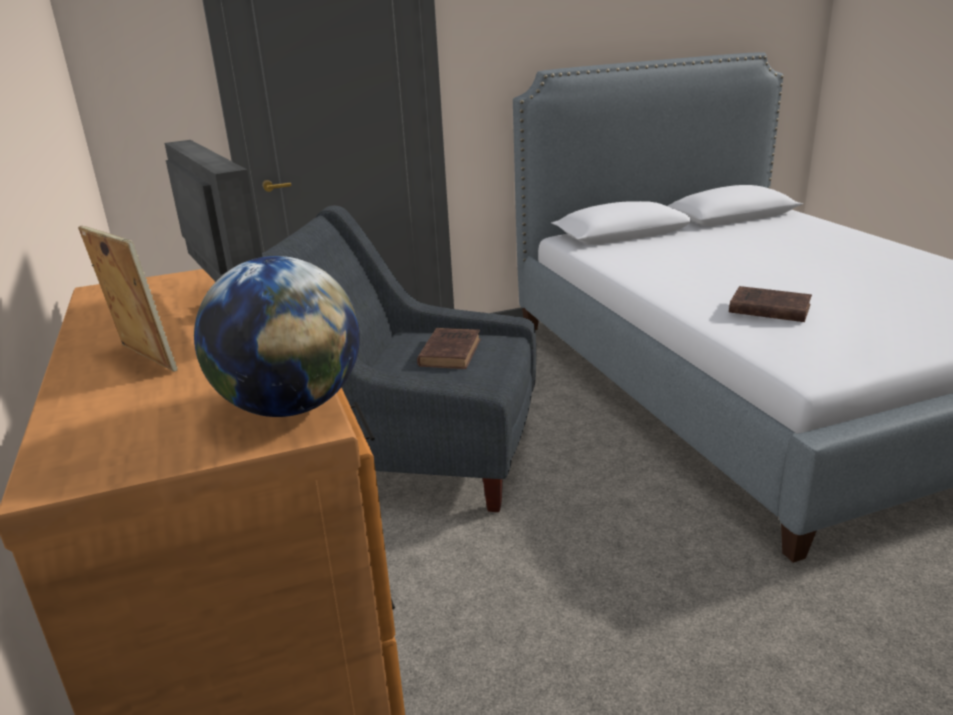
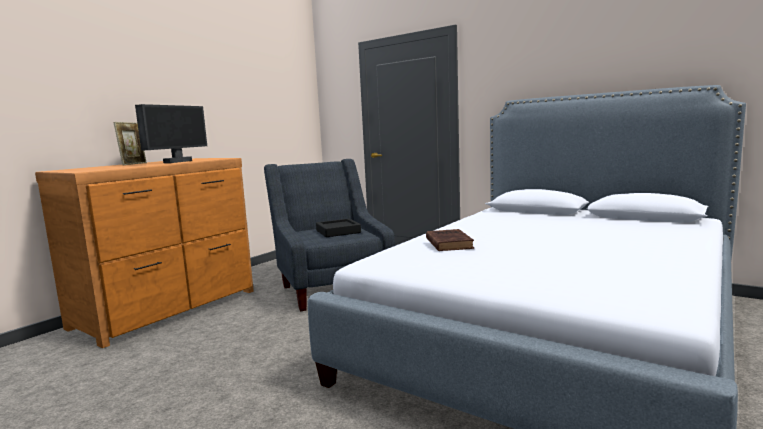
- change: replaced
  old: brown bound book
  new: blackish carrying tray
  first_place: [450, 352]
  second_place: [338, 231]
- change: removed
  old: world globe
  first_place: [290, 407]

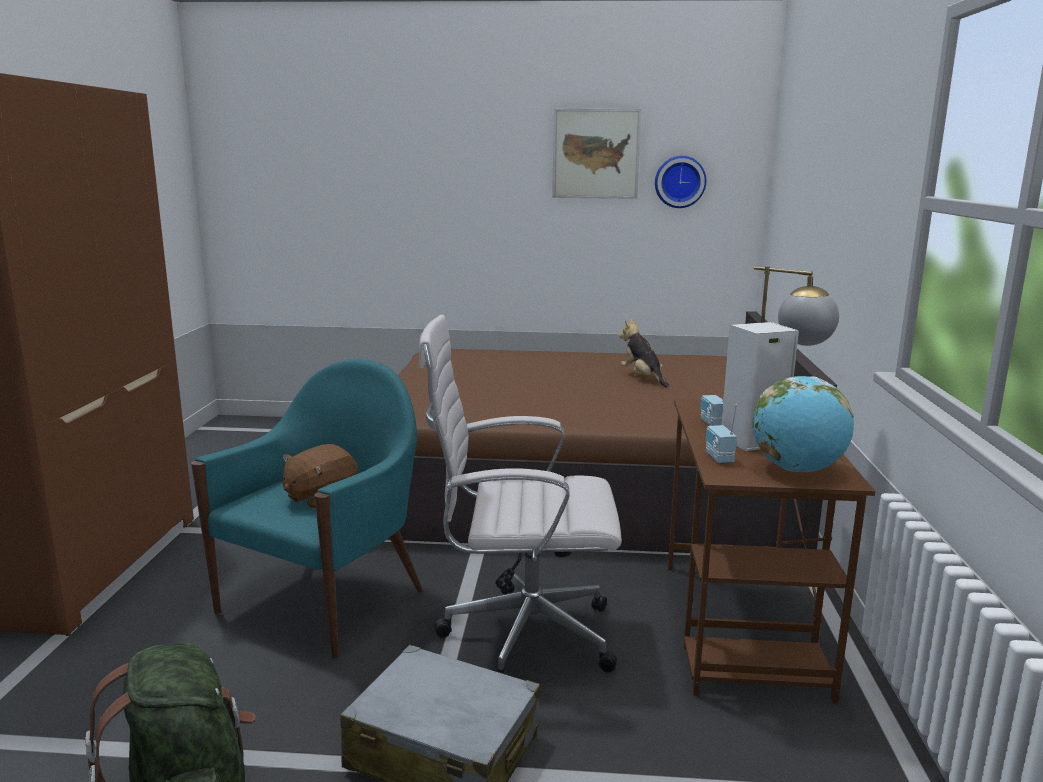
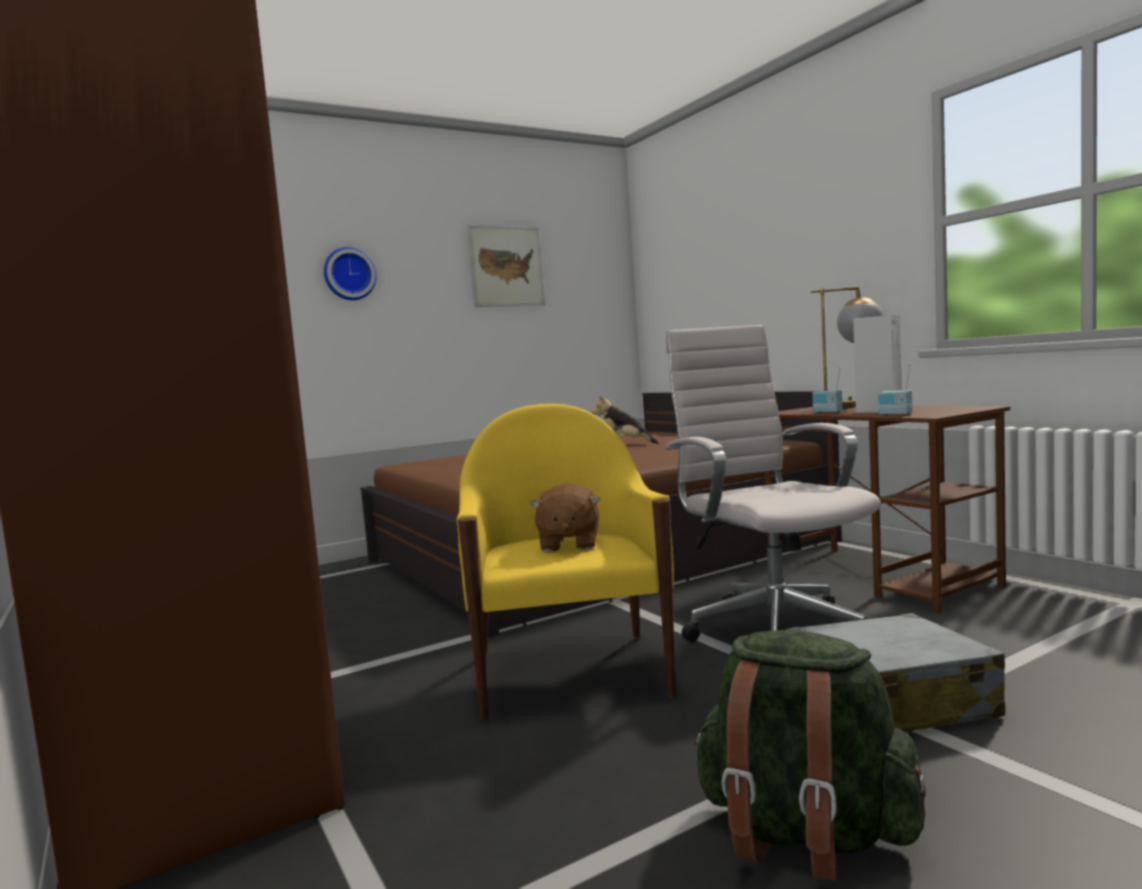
- change: moved
  old: hanging clock
  first_place: [679, 182]
  second_place: [349, 274]
- change: recoloured
  old: blue-green lounge chair
  new: yellow lounge chair
  first_place: [325, 600]
  second_place: [569, 672]
- change: turned
  old: white office chair
  first_place: [520, 636]
  second_place: [772, 630]
  degrees: 105
- change: removed
  old: world globe
  first_place: [797, 470]

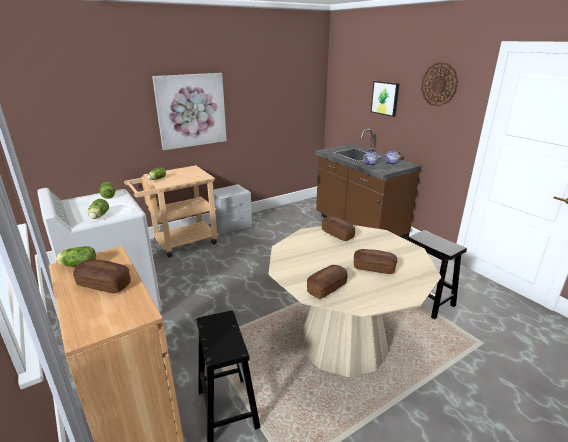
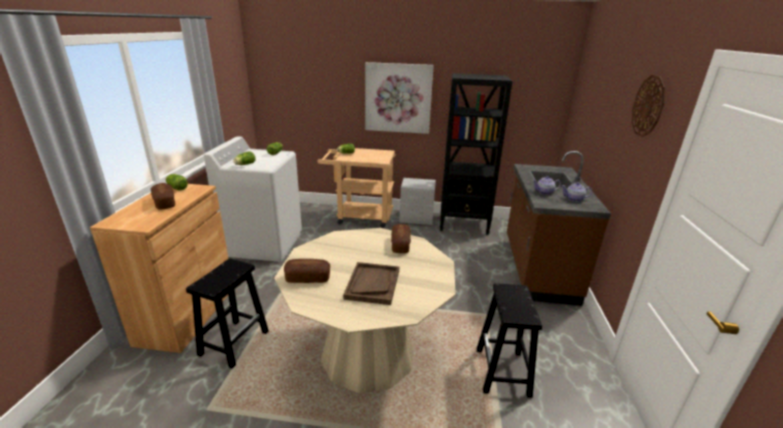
- change: replaced
  old: baked bread
  new: brown carrying tray
  first_place: [374, 268]
  second_place: [372, 284]
- change: added
  new: blackish shelving unit
  second_place: [464, 224]
- change: removed
  old: wall picture
  first_place: [385, 98]

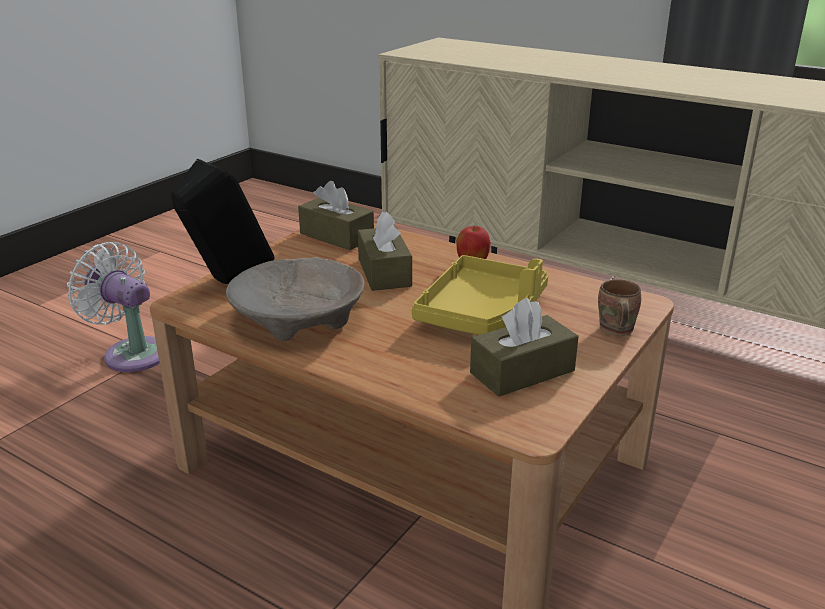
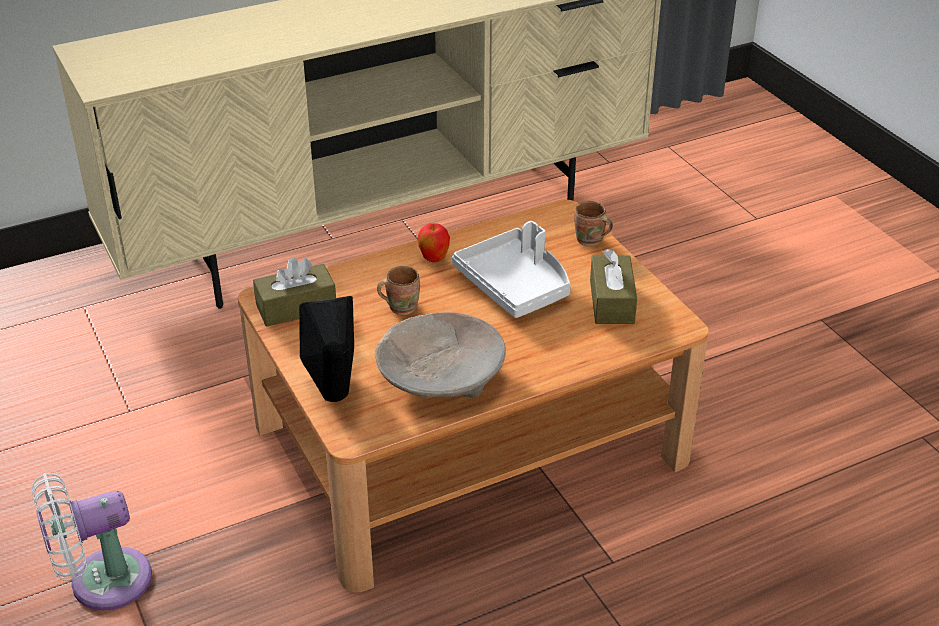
- change: replaced
  old: brown tissue box
  new: brown coffee mug
  first_place: [384, 272]
  second_place: [401, 306]
- change: recoloured
  old: yellow carrying tray
  new: greyish carrying tray
  first_place: [482, 312]
  second_place: [515, 285]

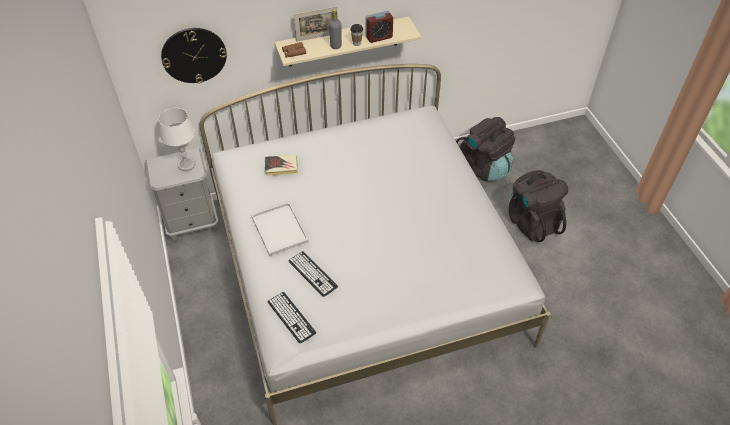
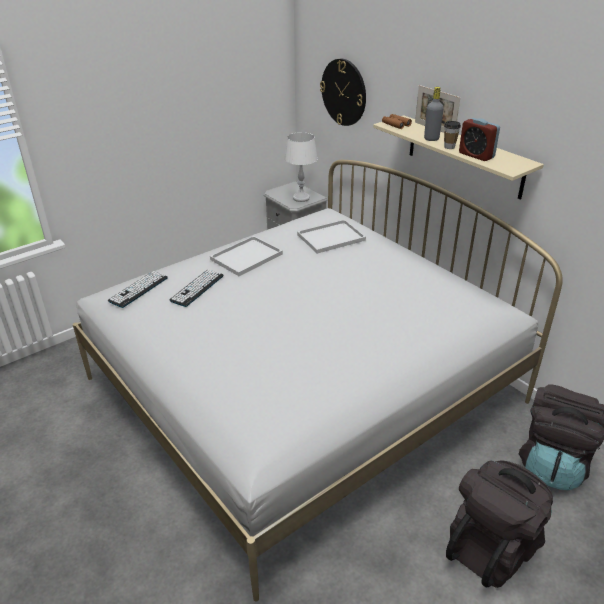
- change: replaced
  old: bound book
  new: white carrying tray
  first_place: [281, 167]
  second_place: [330, 238]

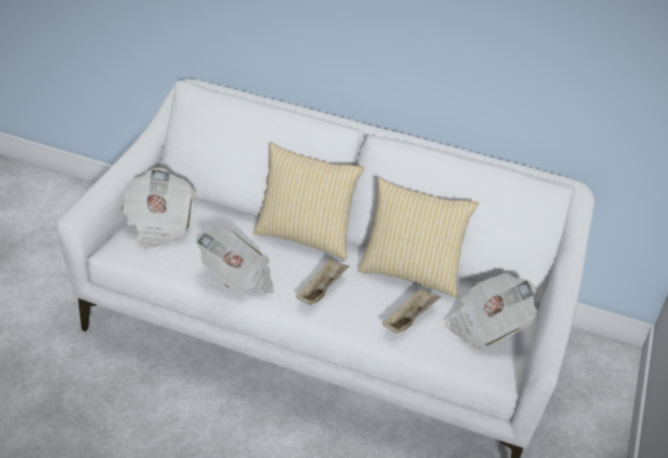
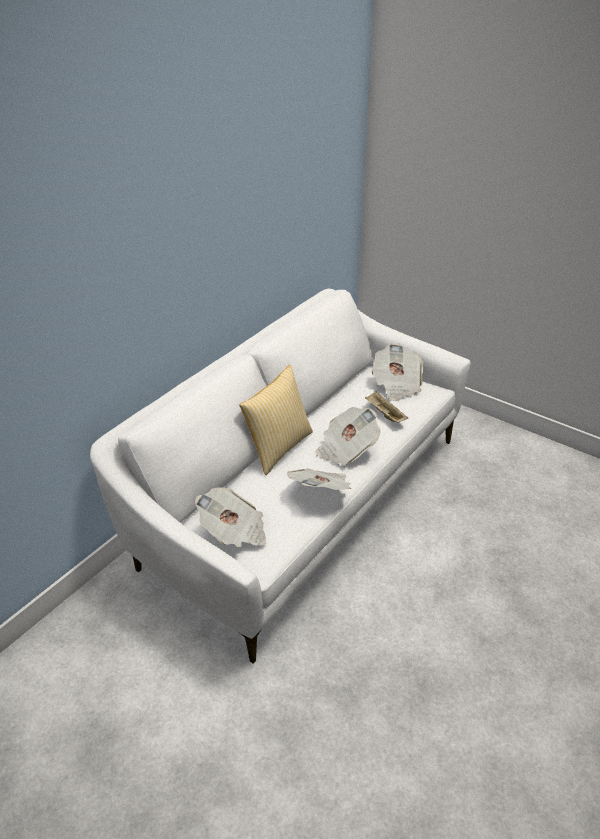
- change: replaced
  old: beige-coloured carrying tray
  new: daily paper
  first_place: [321, 290]
  second_place: [346, 449]
- change: removed
  old: throw pillow
  first_place: [410, 273]

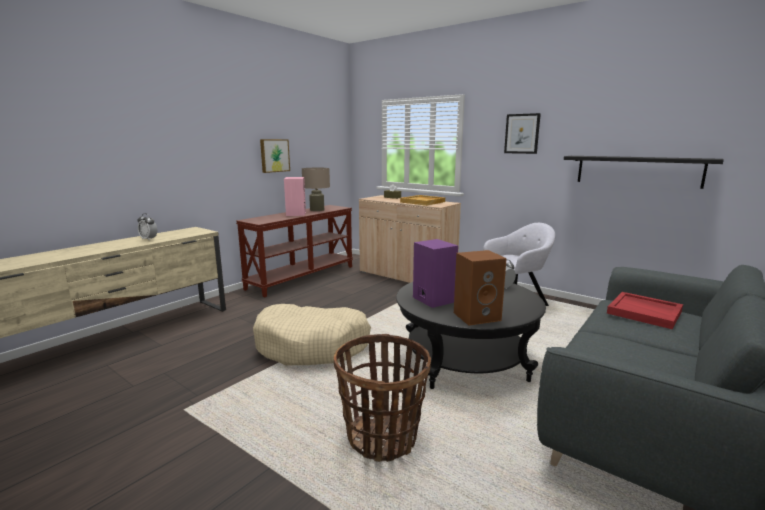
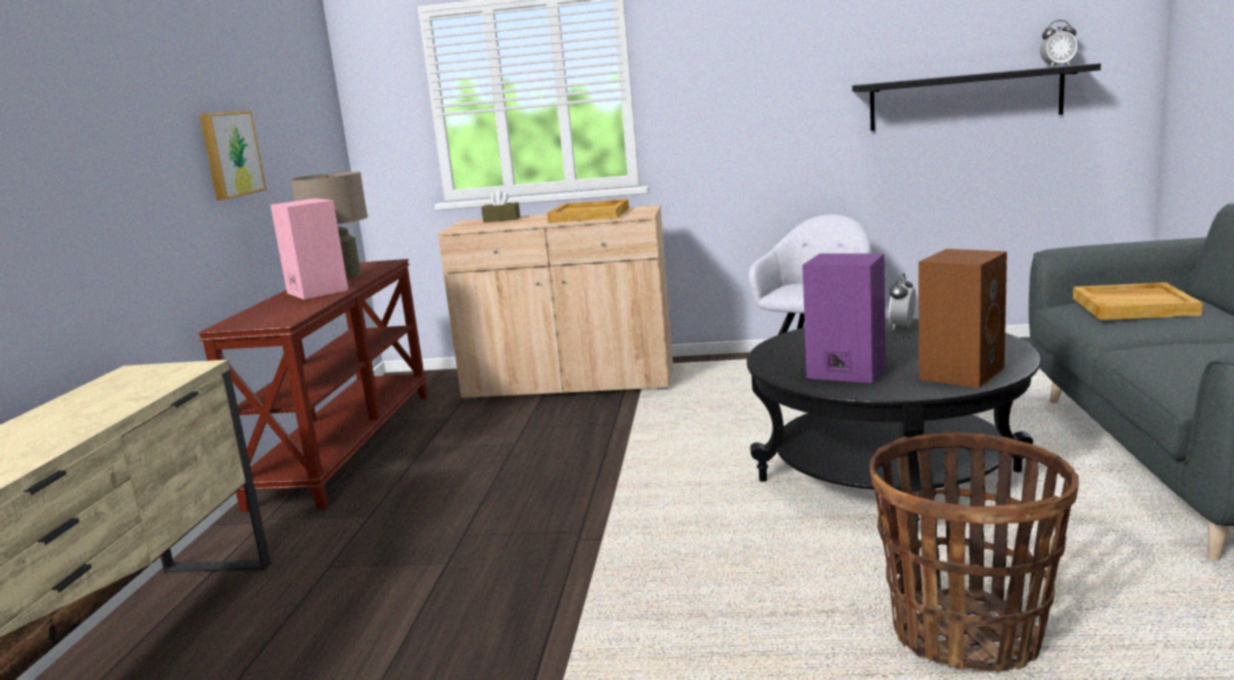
- change: moved
  old: alarm clock
  first_place: [149, 239]
  second_place: [1057, 66]
- change: recoloured
  old: reddish carrying tray
  new: beige-coloured carrying tray
  first_place: [645, 312]
  second_place: [1134, 306]
- change: removed
  old: beige-coloured pet bed
  first_place: [312, 346]
- change: removed
  old: wall picture
  first_place: [522, 133]

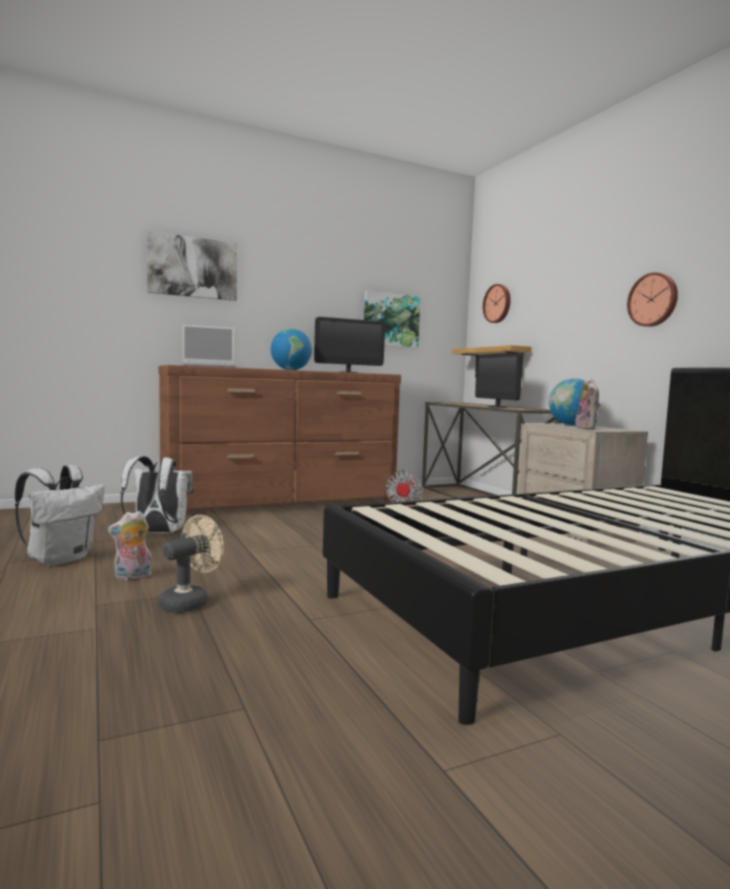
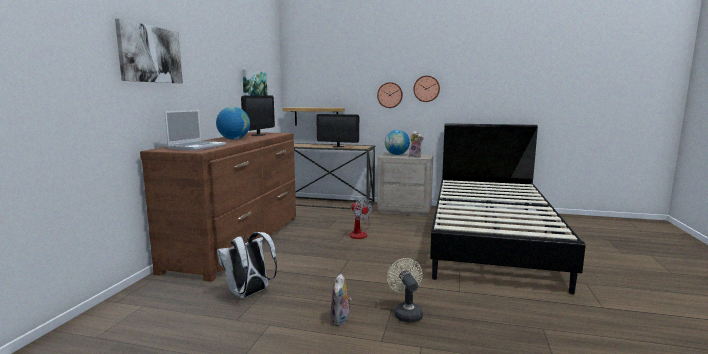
- change: moved
  old: hanging clock
  first_place: [498, 303]
  second_place: [390, 95]
- change: removed
  old: white knapsack
  first_place: [60, 559]

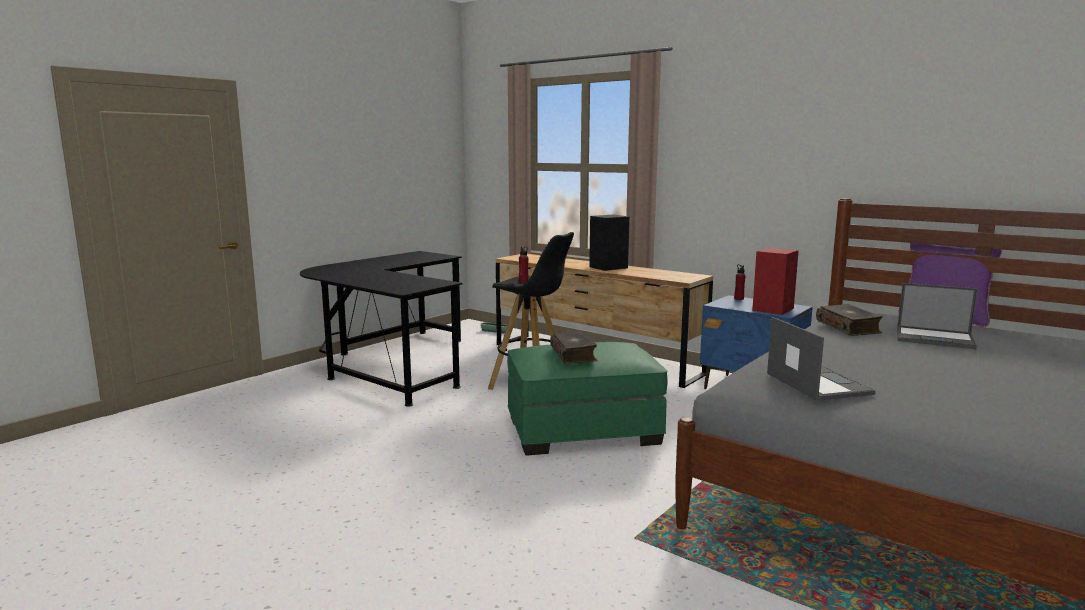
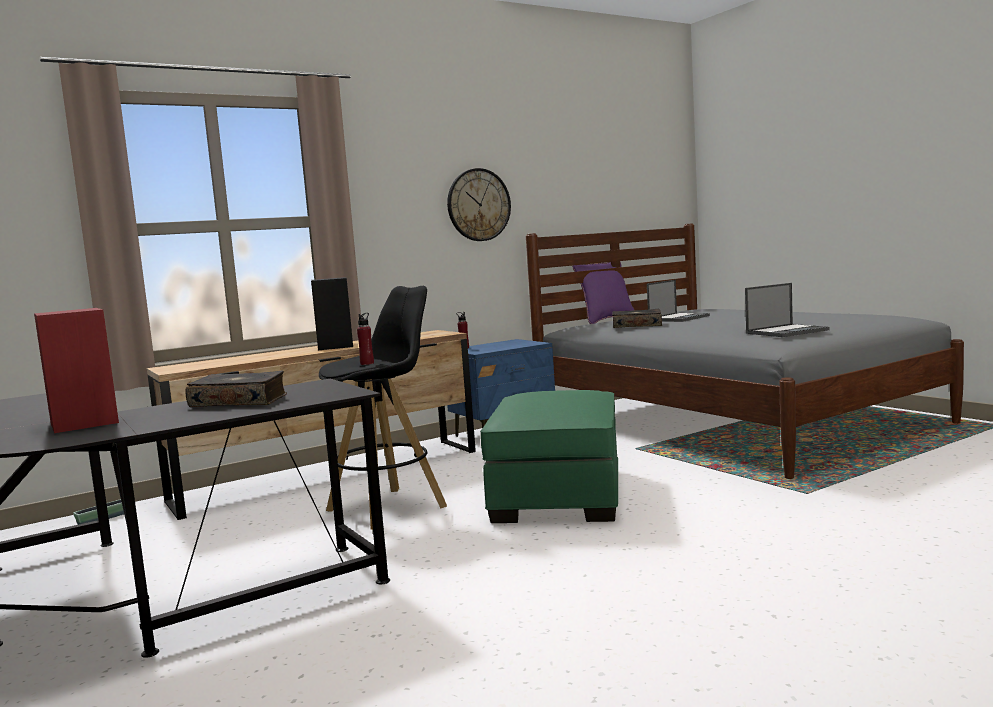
- change: moved
  old: reddish speaker
  first_place: [773, 309]
  second_place: [84, 422]
- change: moved
  old: bound book
  first_place: [574, 355]
  second_place: [239, 401]
- change: added
  new: hanging clock
  second_place: [478, 205]
- change: turned
  old: portable computer
  first_place: [817, 383]
  second_place: [787, 331]
  degrees: 150

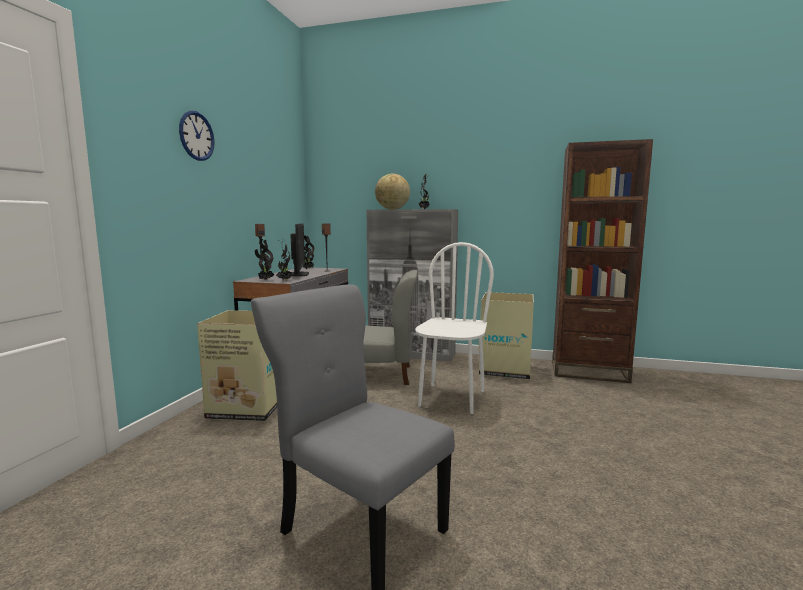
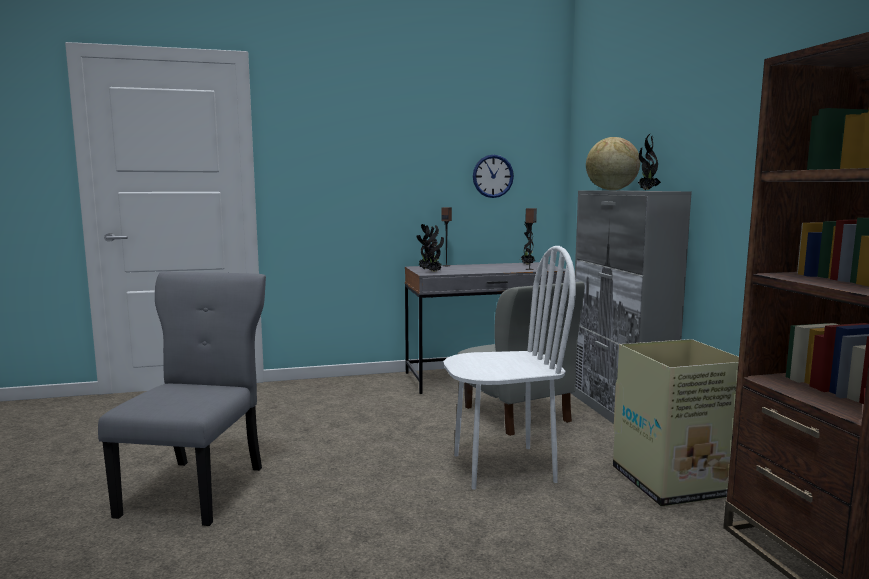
- change: moved
  old: hanging clock
  first_place: [196, 136]
  second_place: [493, 176]
- change: removed
  old: carton
  first_place: [247, 408]
- change: removed
  old: computer screen
  first_place: [299, 274]

